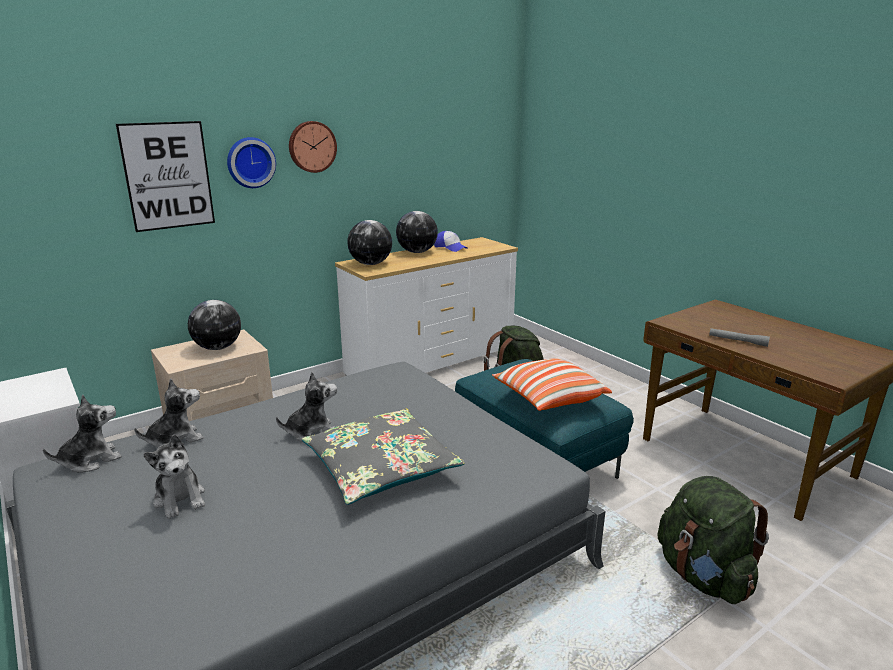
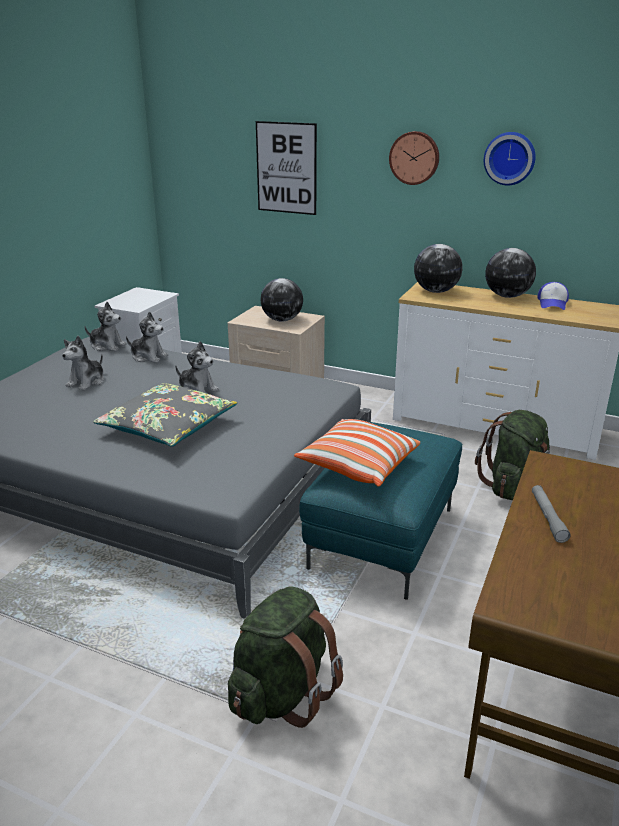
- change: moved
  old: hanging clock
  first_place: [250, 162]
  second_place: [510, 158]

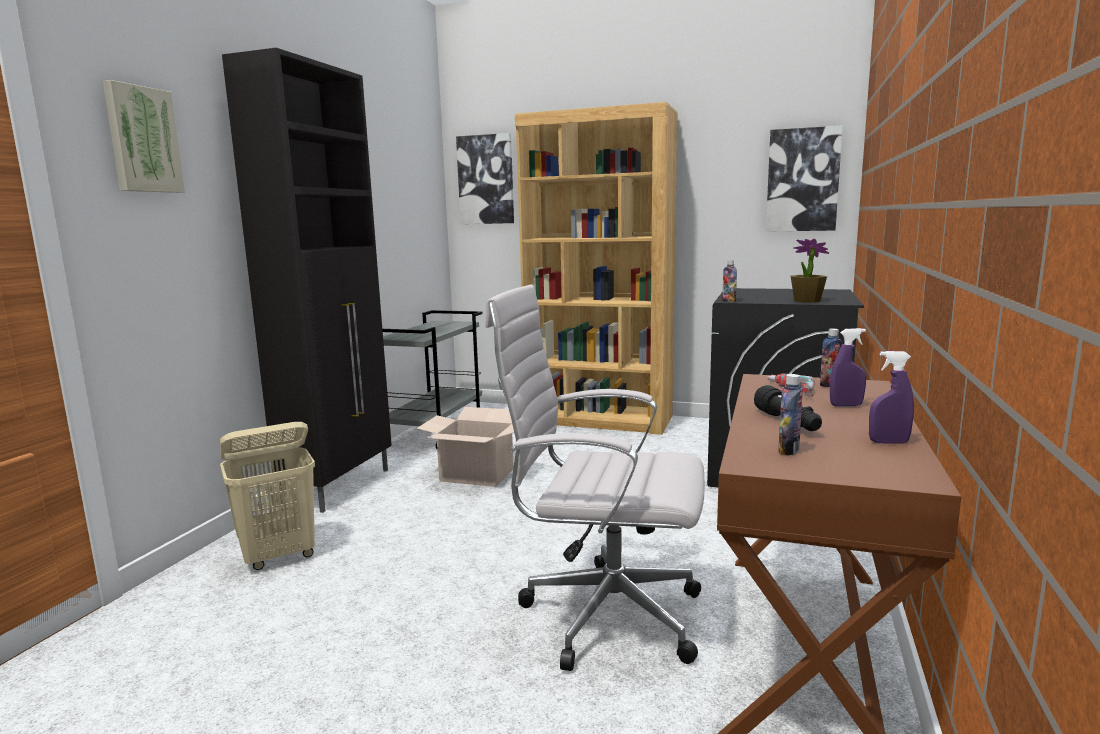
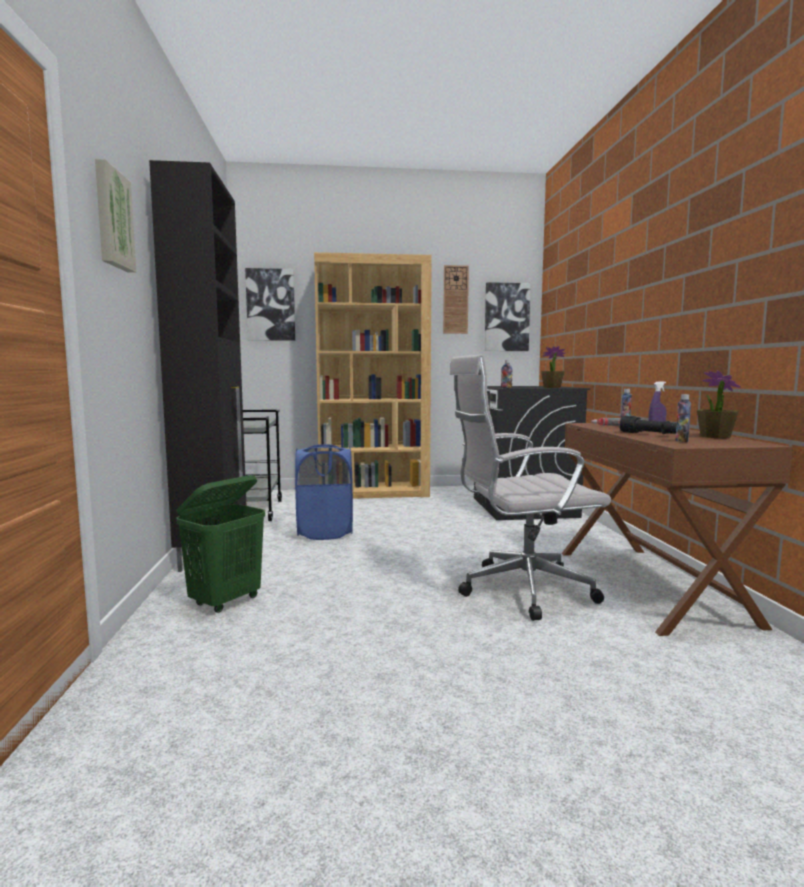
- change: recoloured
  old: beige-coloured washing basket
  new: green washing basket
  first_place: [279, 556]
  second_place: [226, 601]
- change: replaced
  old: carton
  new: blue-coloured washing basket
  first_place: [477, 475]
  second_place: [325, 532]
- change: added
  new: hanging clock
  second_place: [455, 299]
- change: replaced
  old: purple-coloured spray bottle
  new: potted plant
  first_place: [888, 442]
  second_place: [715, 436]

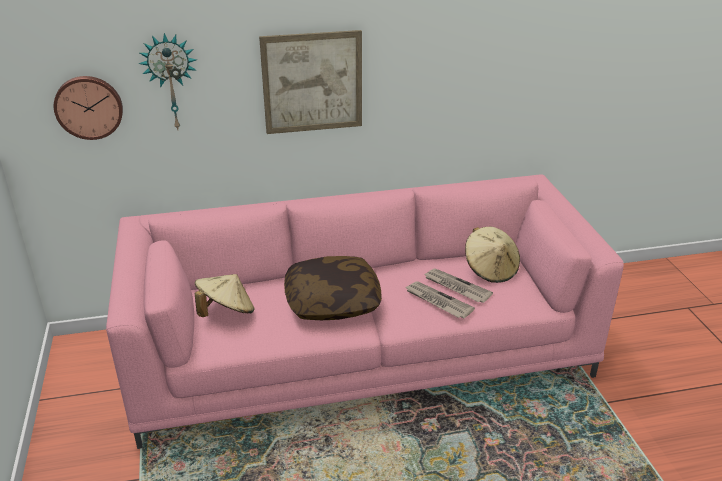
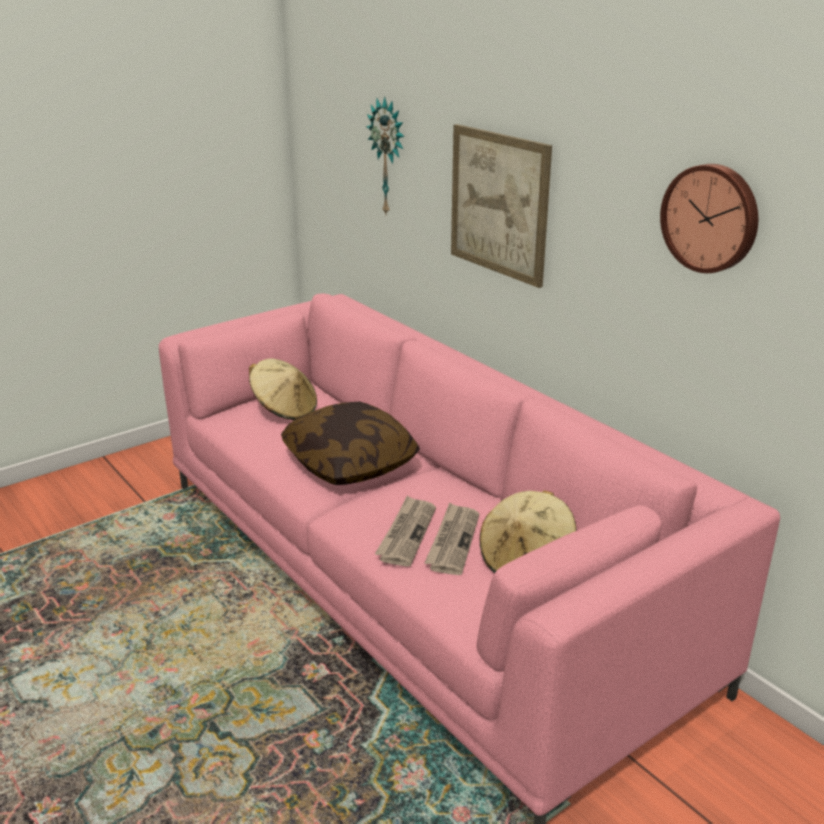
- change: moved
  old: hanging clock
  first_place: [89, 107]
  second_place: [711, 218]

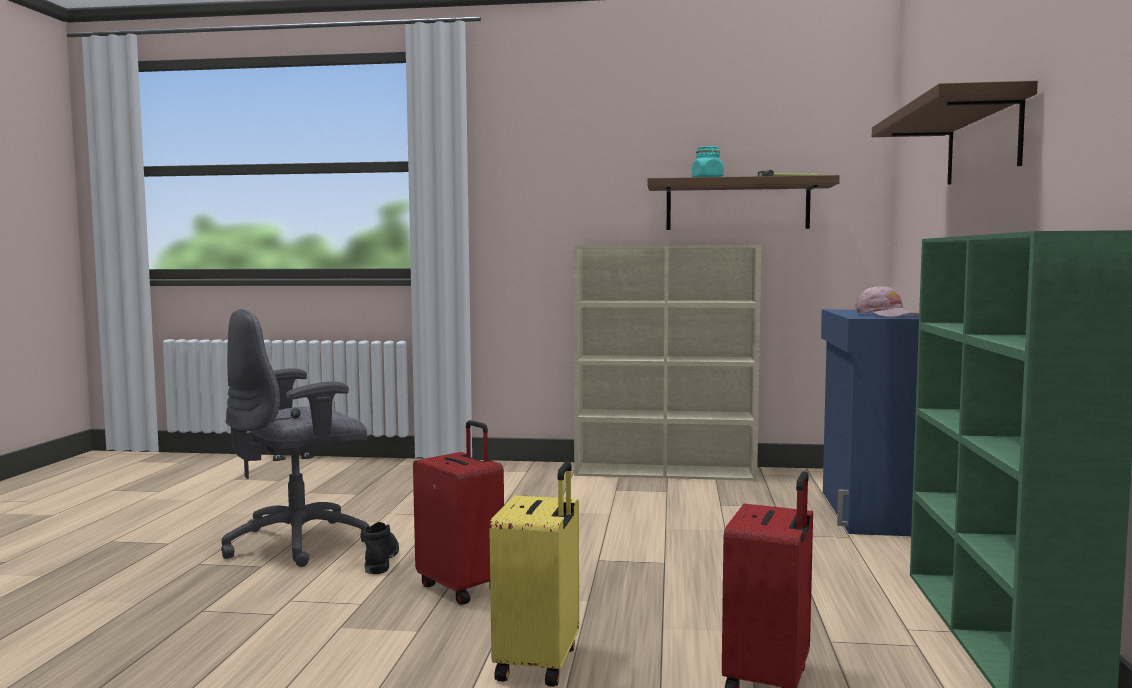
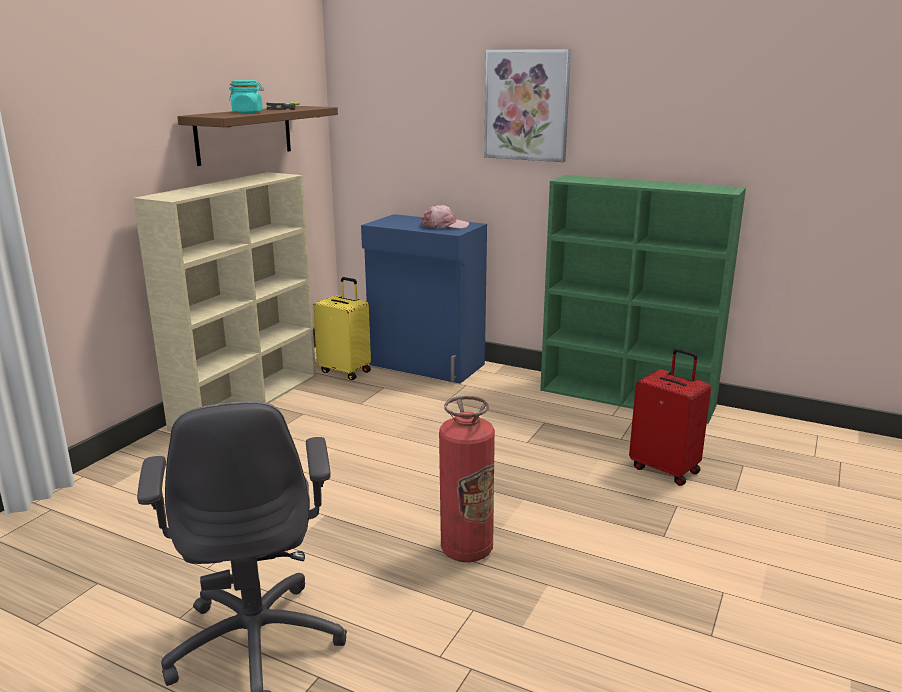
- change: moved
  old: yellow travel case
  first_place: [540, 663]
  second_place: [346, 371]
- change: replaced
  old: reddish travel case
  new: extinguisher
  first_place: [462, 587]
  second_place: [466, 549]
- change: replaced
  old: brown bracket shelf
  new: wall picture
  first_place: [983, 141]
  second_place: [527, 105]
- change: removed
  old: blackish boot
  first_place: [380, 560]

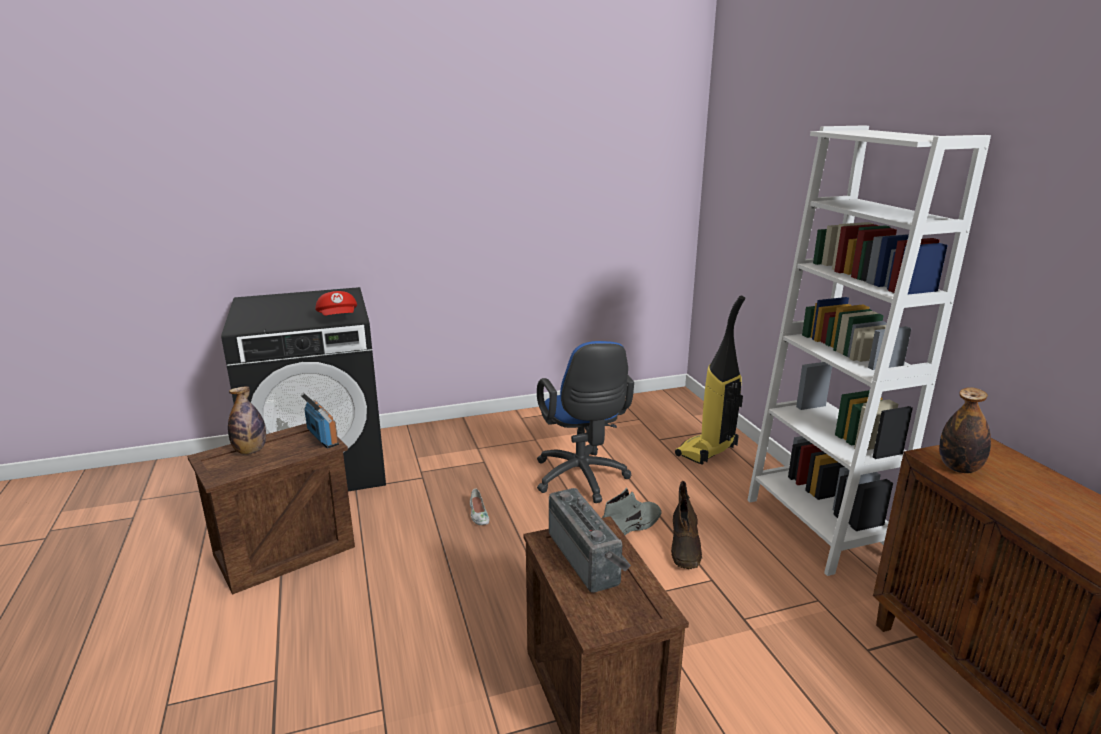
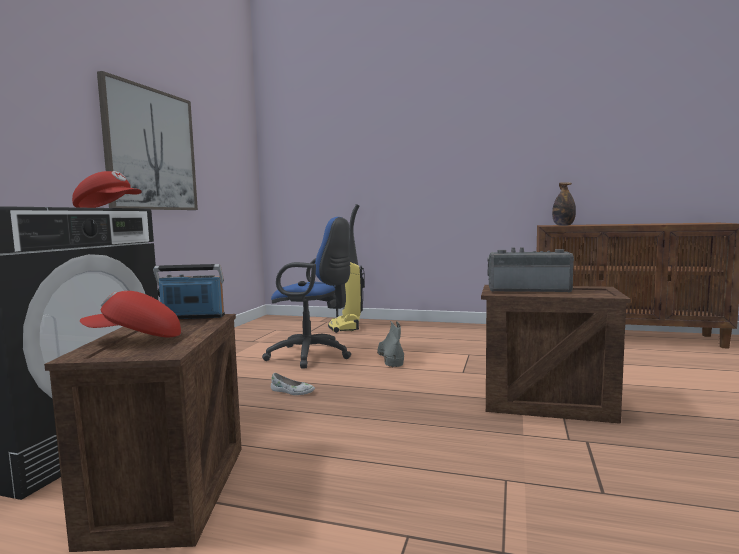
- change: replaced
  old: drink bottle
  new: reddish cap
  first_place: [250, 451]
  second_place: [135, 338]
- change: added
  new: wall picture
  second_place: [151, 150]
- change: removed
  old: brown boot
  first_place: [685, 546]
- change: removed
  old: white shelving unit
  first_place: [816, 528]

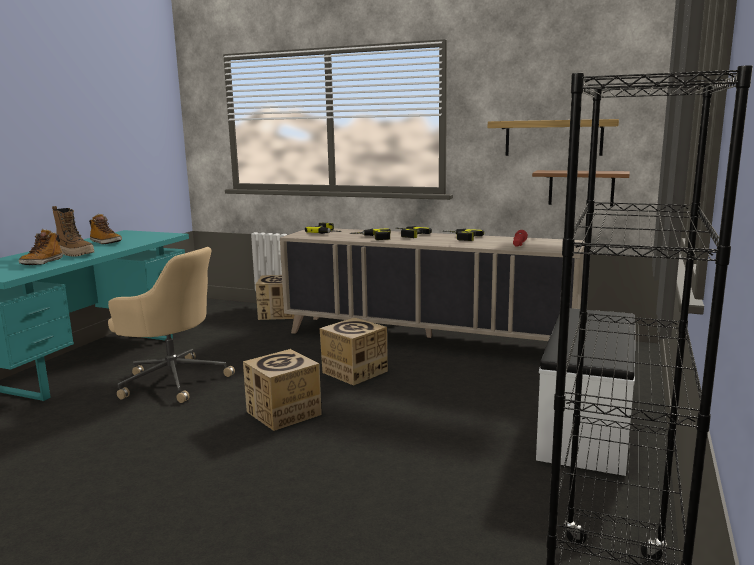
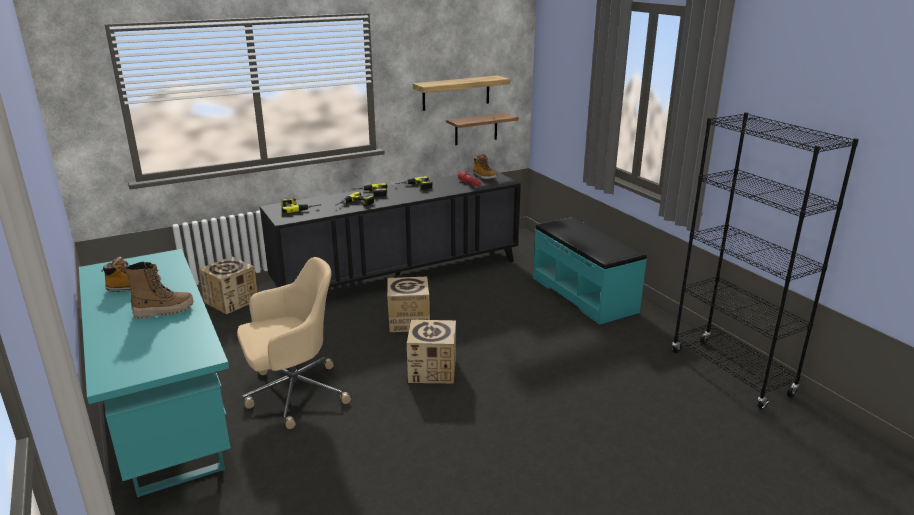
- change: recoloured
  old: beige-coloured storage cabinet
  new: blackish storage cabinet
  first_place: [427, 339]
  second_place: [399, 276]
- change: moved
  old: boot
  first_place: [42, 262]
  second_place: [484, 176]
- change: recoloured
  old: white indoor bench
  new: blue-green indoor bench
  first_place: [588, 425]
  second_place: [584, 294]

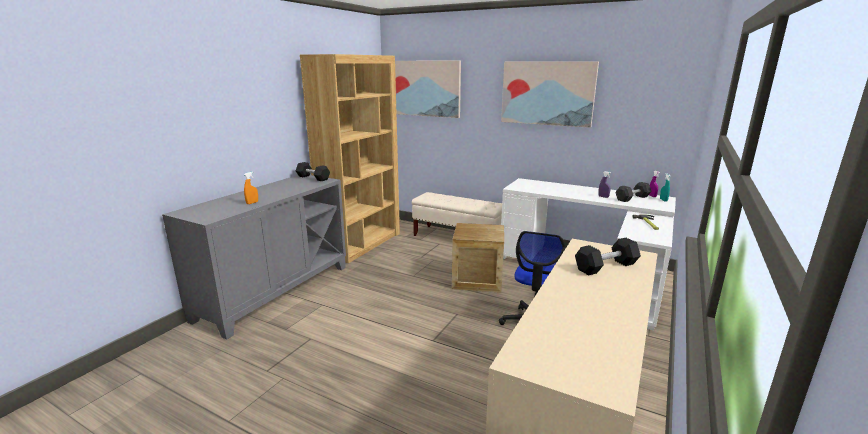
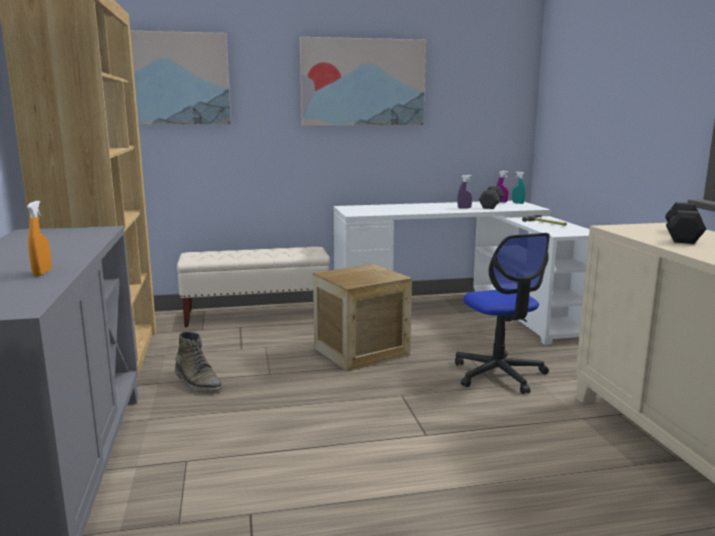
- change: added
  new: green boot
  second_place: [198, 382]
- change: removed
  old: blackish dumbbell
  first_place: [313, 178]

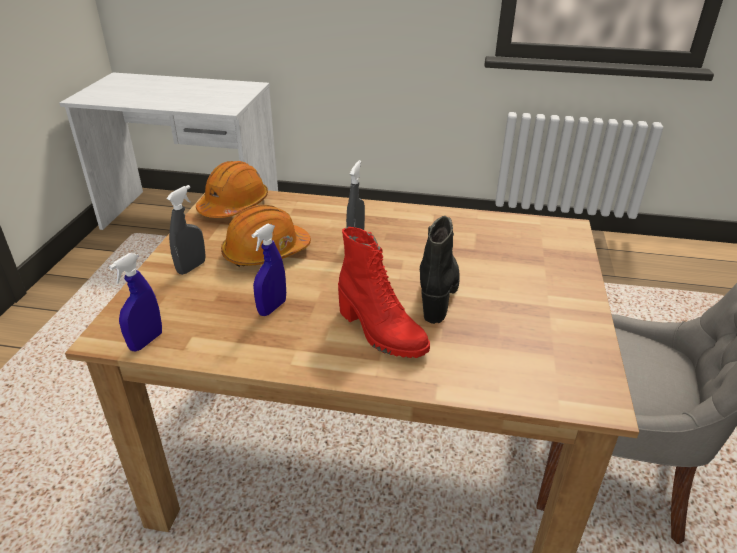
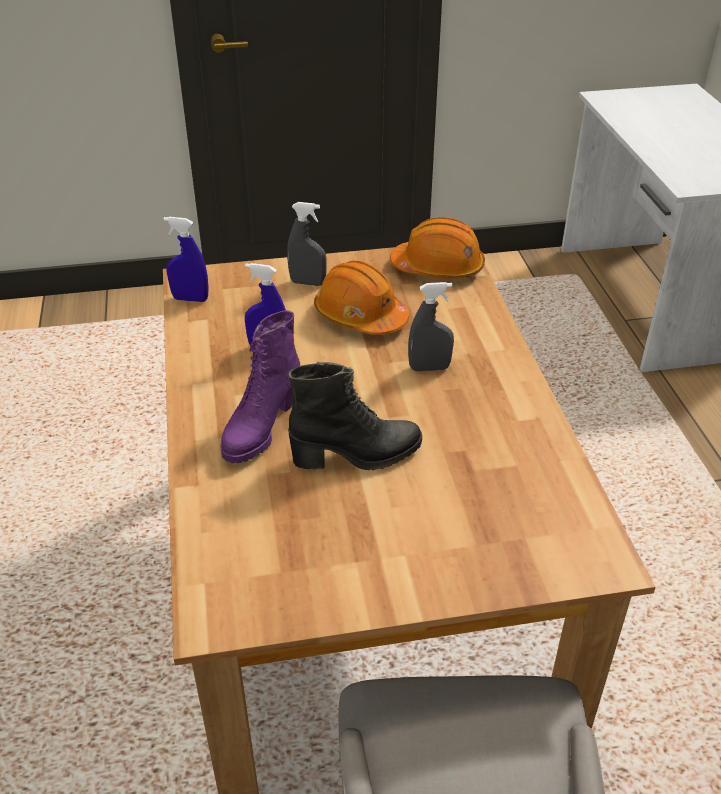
- change: recoloured
  old: reddish boot
  new: purple-coloured boot
  first_place: [380, 333]
  second_place: [261, 428]

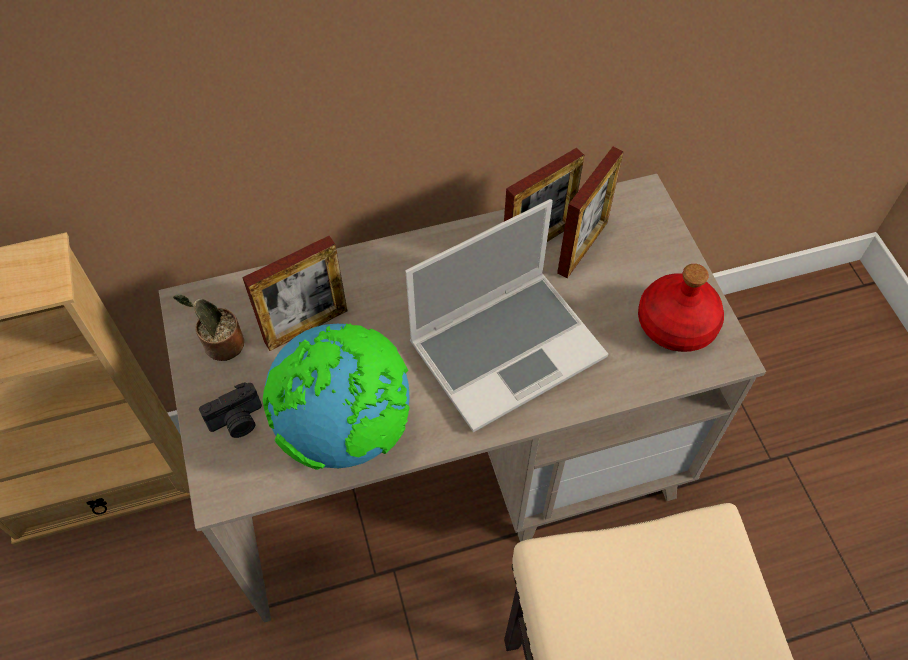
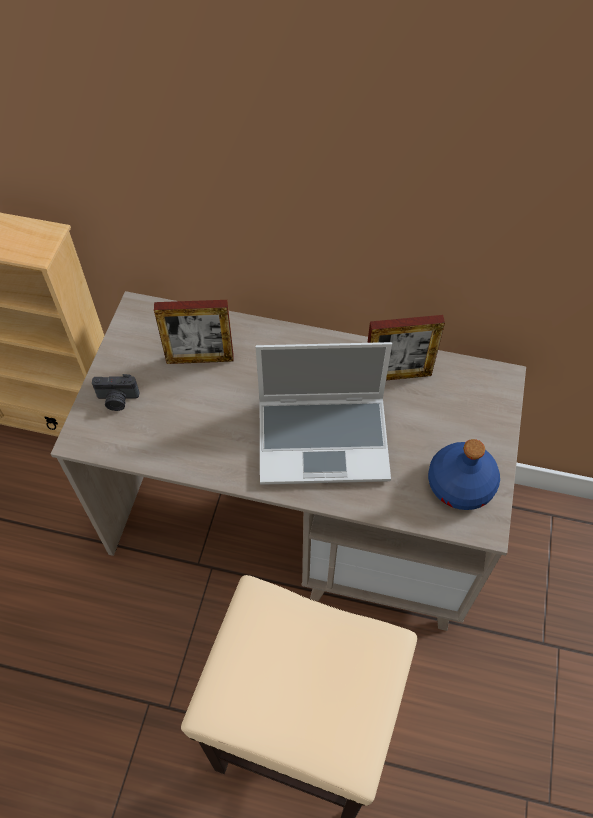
- change: recoloured
  old: reddish drink bottle
  new: blue-coloured drink bottle
  first_place: [677, 324]
  second_place: [461, 484]
- change: removed
  old: potted plant
  first_place: [221, 345]
- change: removed
  old: world globe
  first_place: [347, 429]
- change: removed
  old: picture frame
  first_place: [582, 247]

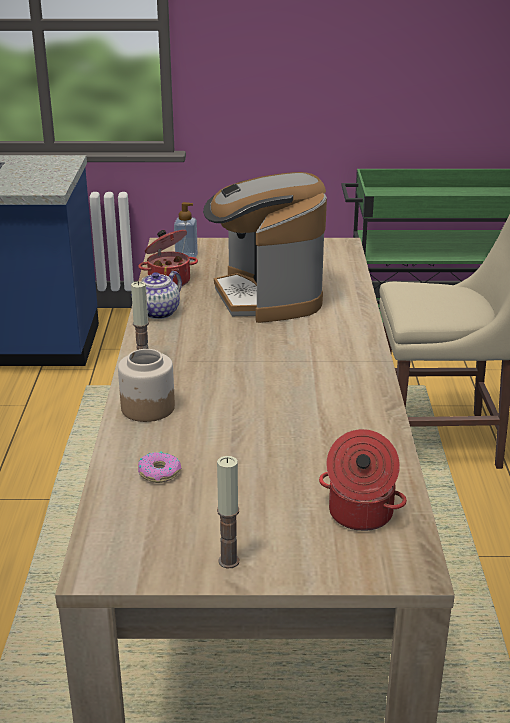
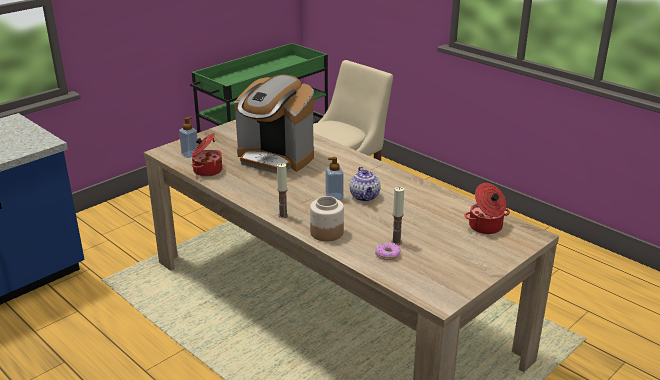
- change: added
  new: soap dispenser
  second_place: [334, 197]
- change: moved
  old: teapot
  first_place: [158, 313]
  second_place: [365, 197]
- change: moved
  old: wax candle
  first_place: [228, 561]
  second_place: [396, 242]

